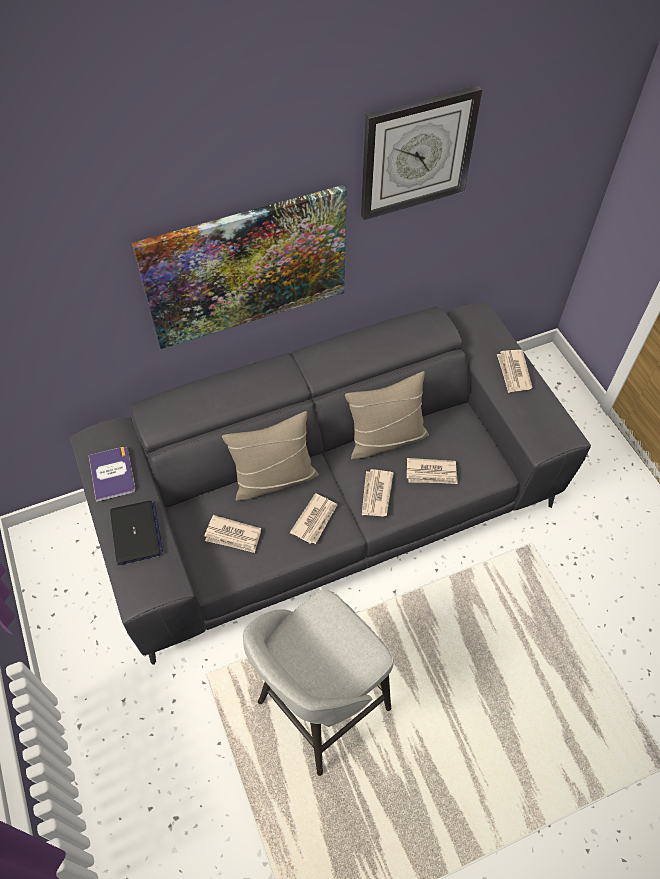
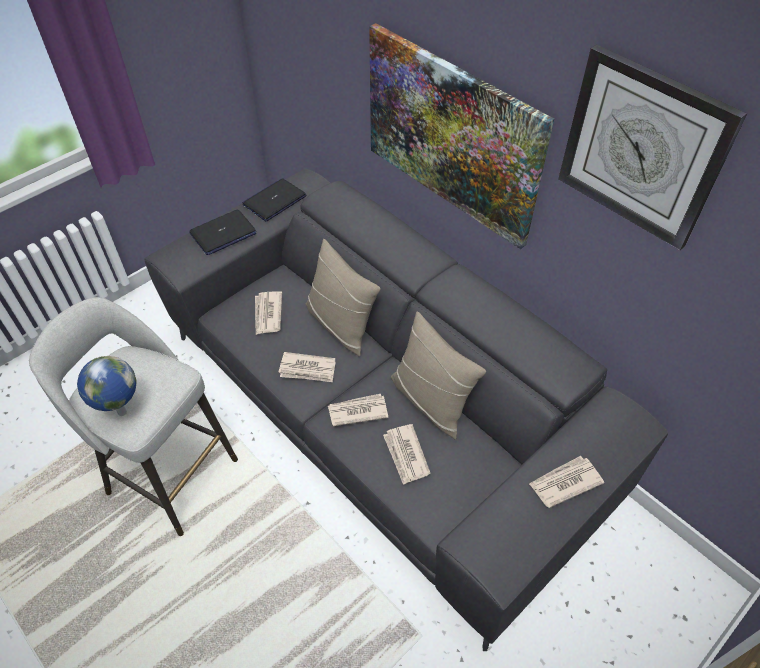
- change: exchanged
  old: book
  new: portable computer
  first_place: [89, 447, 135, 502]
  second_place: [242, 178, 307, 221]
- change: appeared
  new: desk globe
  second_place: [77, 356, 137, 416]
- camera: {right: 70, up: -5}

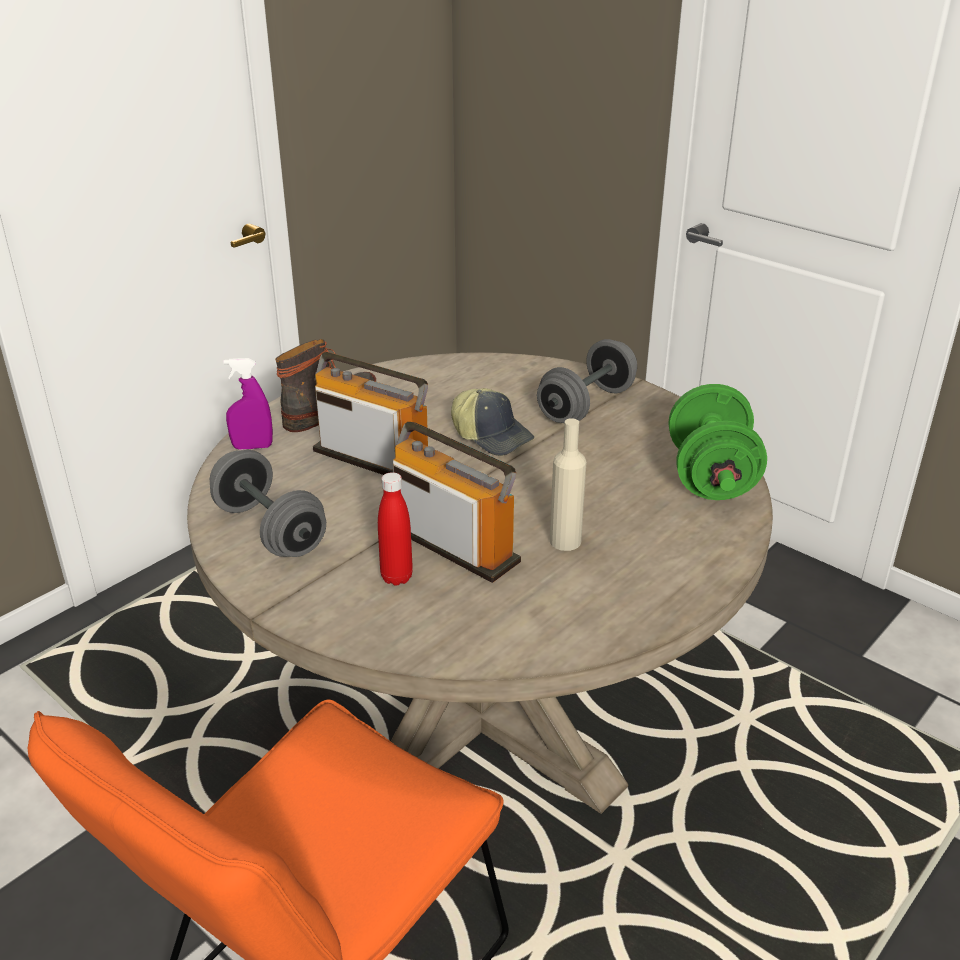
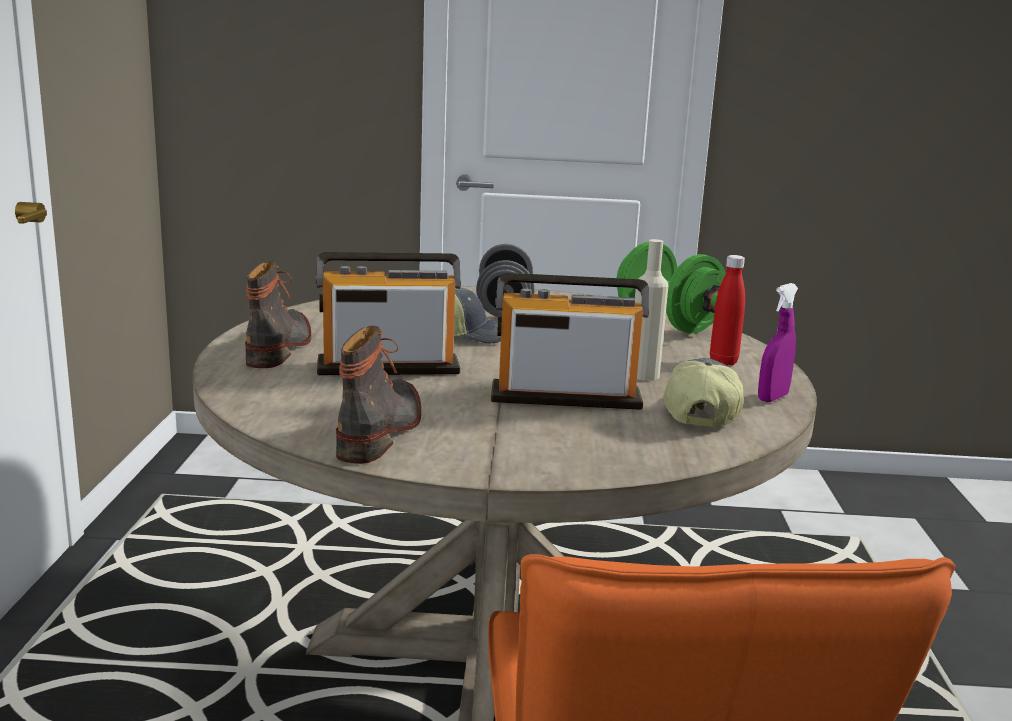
- change: exchanged
  old: hand weight (greyish)
  new: high-top boot
  first_place: [210, 450, 326, 557]
  second_place: [336, 326, 421, 464]
- change: relocated
  old: spray bottle (purple)
  first_place: [224, 358, 273, 450]
  second_place: [758, 283, 798, 402]
- change: relocated
  old: bottle (red)
  first_place: [378, 472, 413, 585]
  second_place: [710, 255, 745, 365]
- change: appeared
  new: baseball cap
  second_place: [663, 358, 743, 427]
- camera: {right: -40, up: -15}

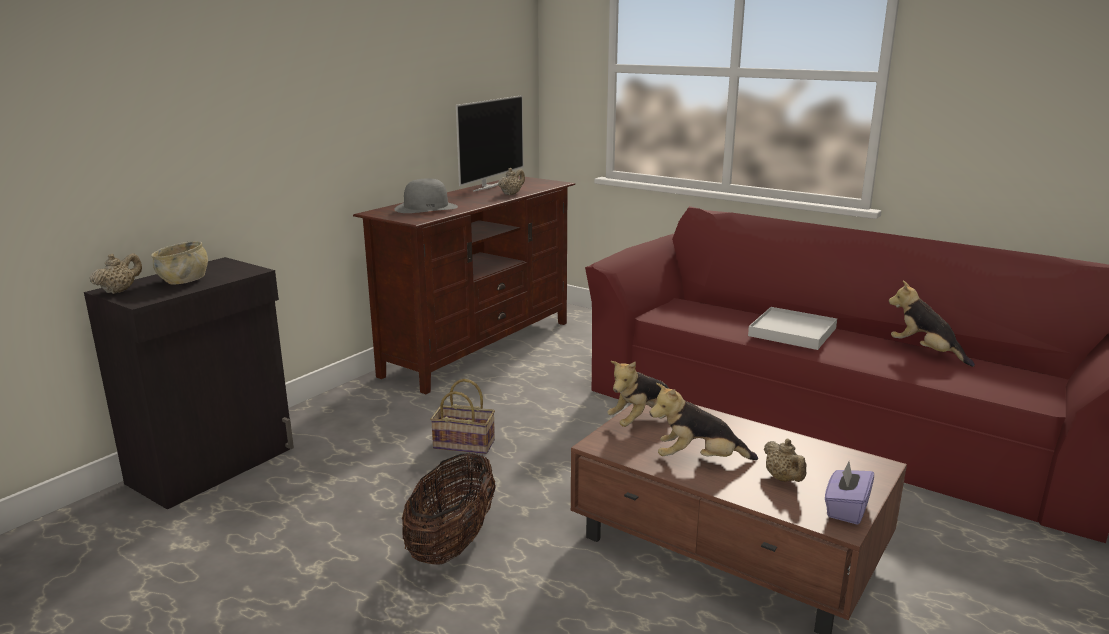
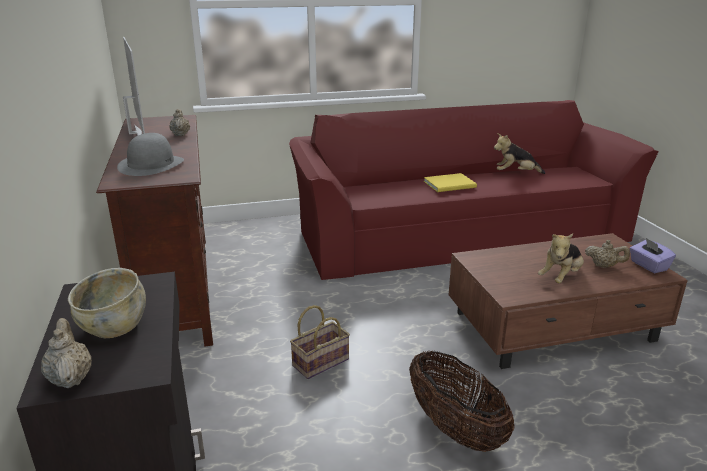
- change: missing
  old: soft toy
  first_place: [607, 361, 669, 427]
- change: exchanged
  old: carrying tray (whitish)
  new: book (yellow)
  first_place: [748, 307, 837, 350]
  second_place: [424, 173, 477, 192]
- camera: {right: -50, up: 5}

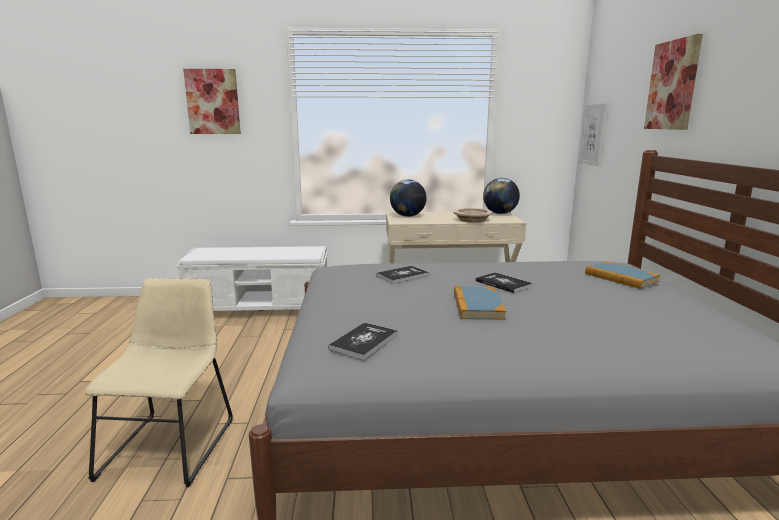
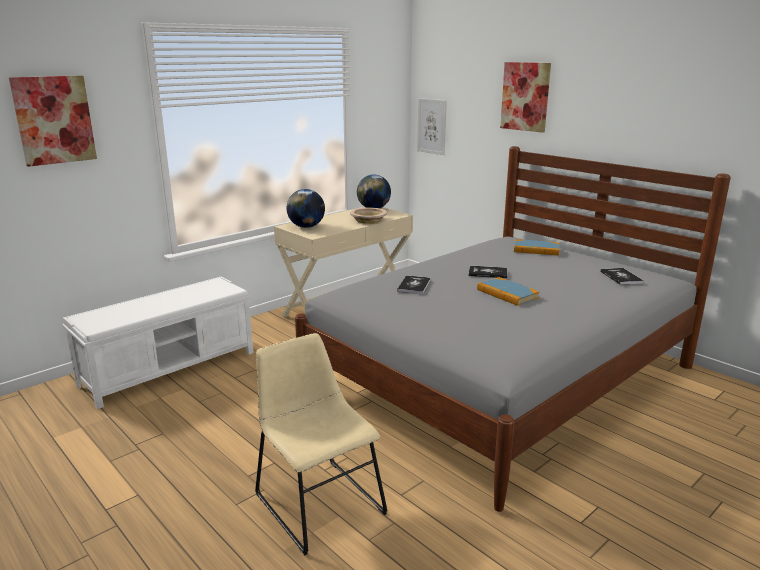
- change: relocated
  old: book
  first_place: [328, 322, 398, 360]
  second_place: [600, 268, 644, 285]
- camera: {right: -40, up: 5}

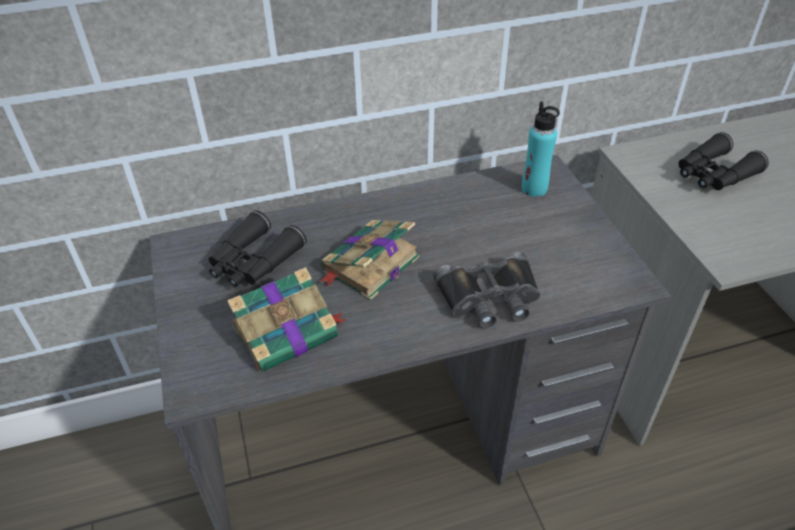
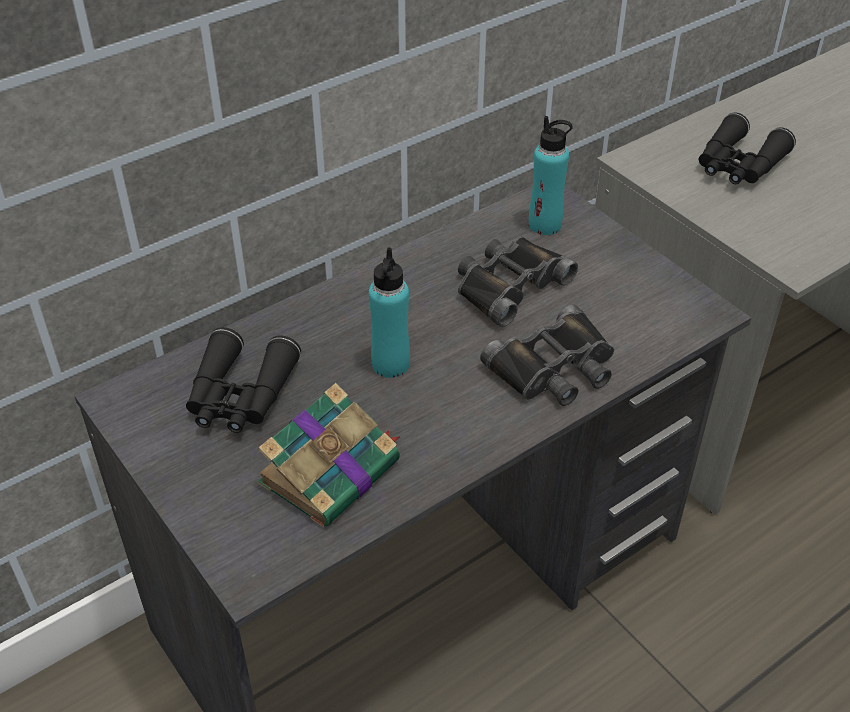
- change: exchanged
  old: book
  new: bottle (turquoise-coloured)
  first_place: [320, 220, 419, 300]
  second_place: [369, 247, 410, 378]
- change: appeared
  new: binoculars (black-coloured)
  second_place: [458, 236, 578, 327]
- camera: {right: -20, up: 0}

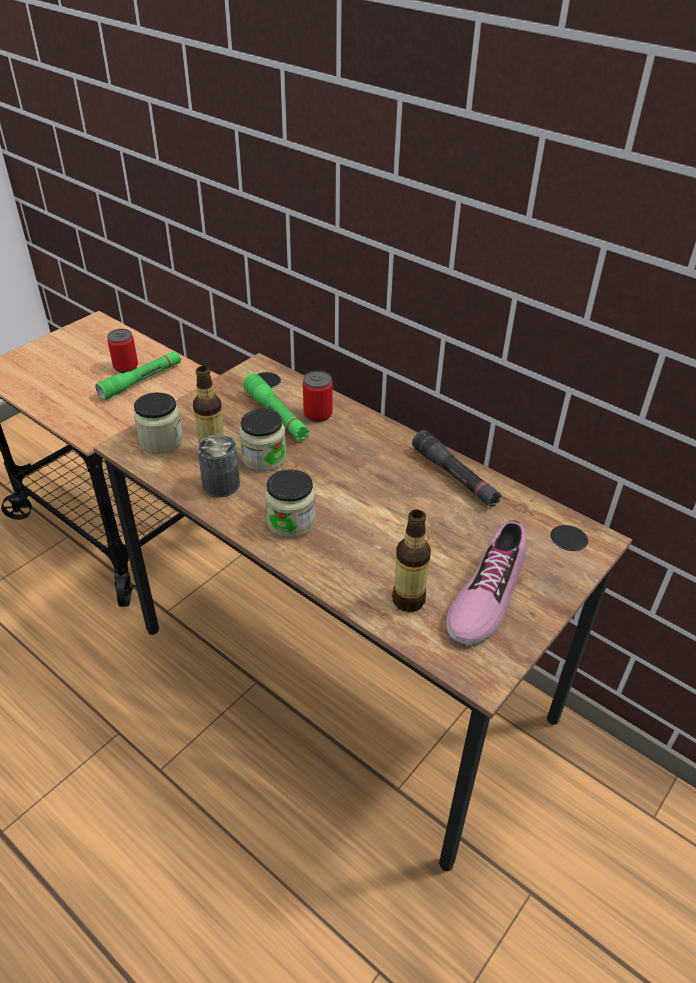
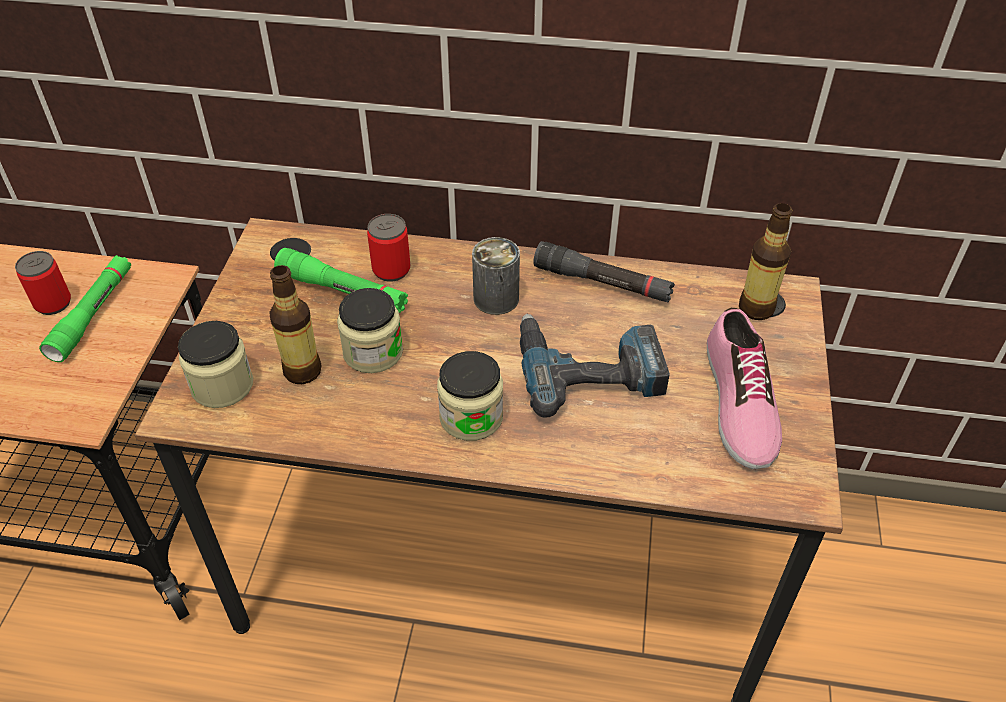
- change: relocated
  old: sealed can
  first_place: [197, 434, 240, 497]
  second_place: [472, 237, 520, 315]
- change: relocated
  old: bottle
  first_place: [392, 510, 431, 612]
  second_place: [739, 203, 793, 320]
- change: appeared
  new: electric drill
  second_place: [520, 314, 670, 418]
- camera: {right: -30, up: 5}

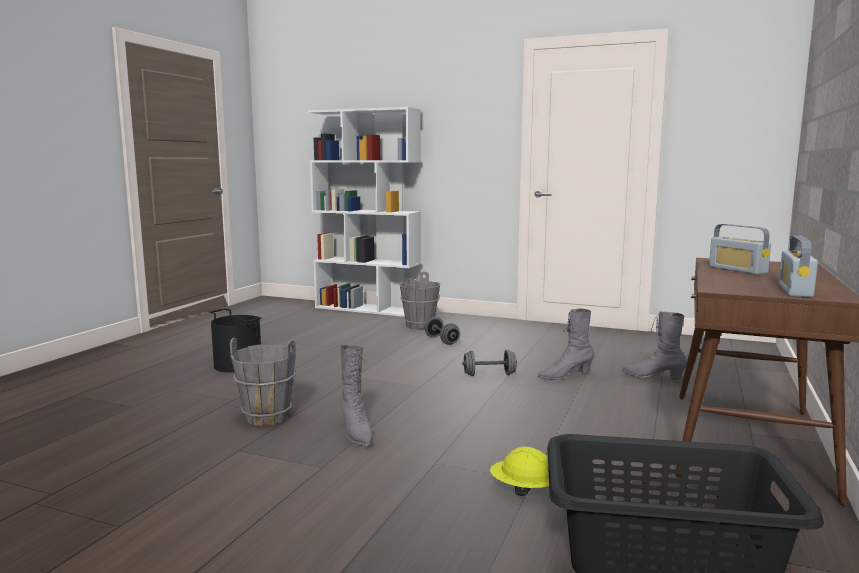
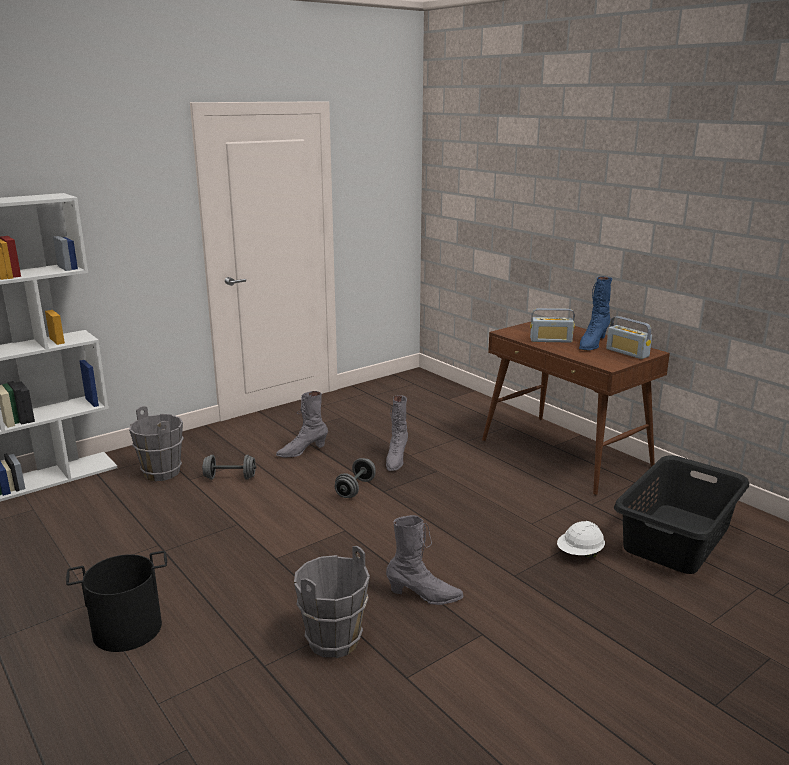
- change: colour
  old: hard hat (yellow)
  new: hard hat (whitish)
  first_place: [490, 447, 549, 496]
  second_place: [557, 521, 605, 558]
- change: relocated
  old: high-top boot (greyish)
  first_place: [622, 311, 687, 380]
  second_place: [276, 391, 328, 458]
- change: appeared
  new: high-top boot (bluish)
  second_place: [579, 276, 612, 350]
- camera: {right: -60, up: 10}

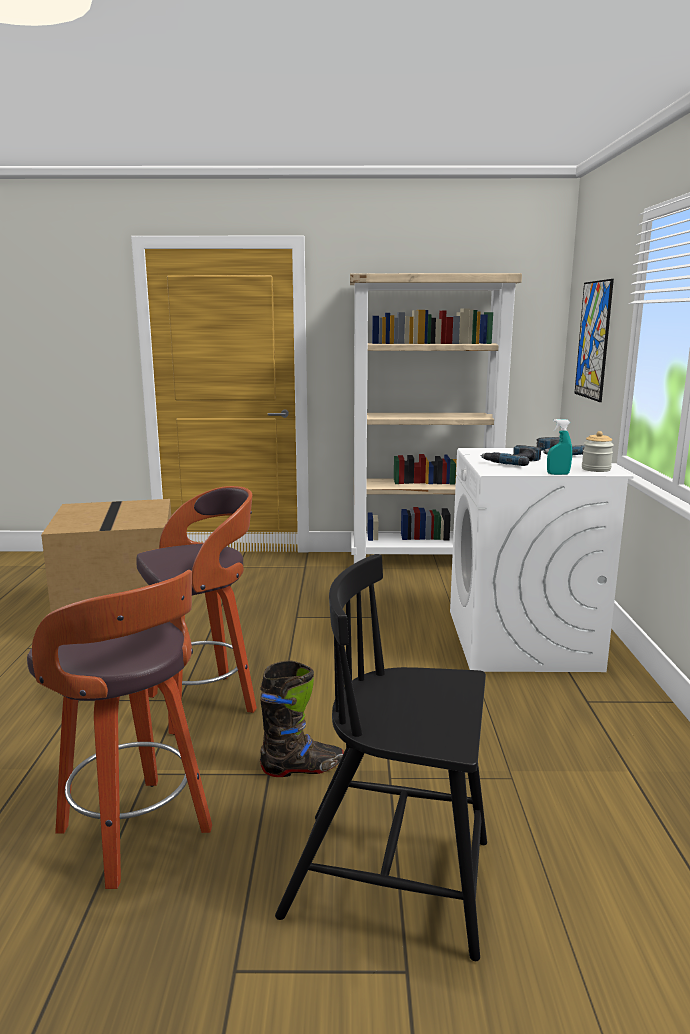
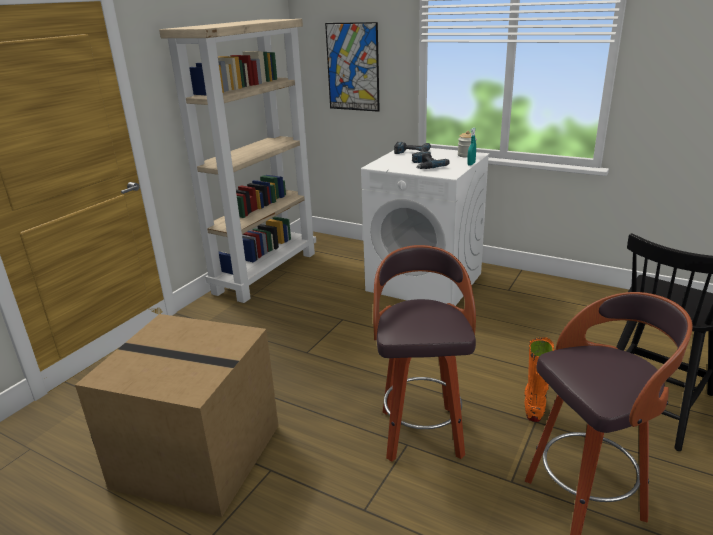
- change: colour
  old: high-top boot (black-coloured)
  new: high-top boot (orange)
  first_place: [260, 660, 344, 777]
  second_place: [525, 337, 555, 422]
- camera: {right: -60, up: 10}

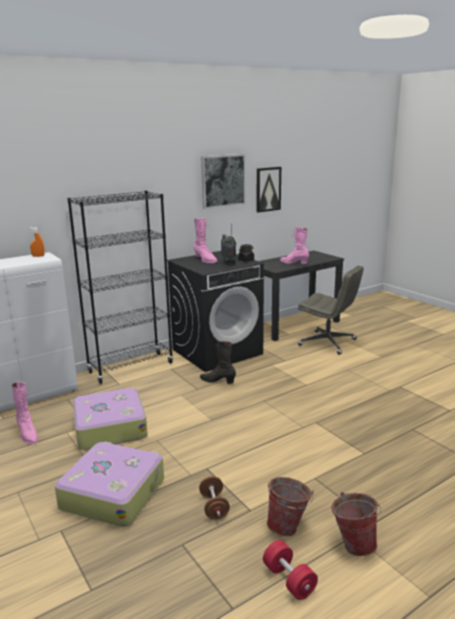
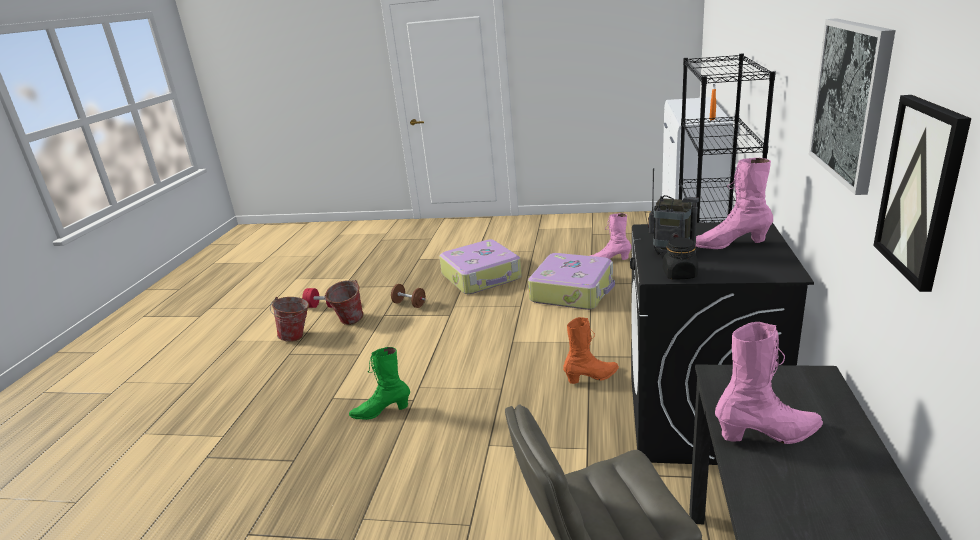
- change: colour
  old: high-top boot (black-coloured)
  new: high-top boot (orange)
  first_place: [200, 341, 236, 384]
  second_place: [563, 317, 619, 384]
- change: appeared
  new: high-top boot (greenish)
  second_place: [349, 347, 410, 420]
- camera: {right: 135, up: 5}

